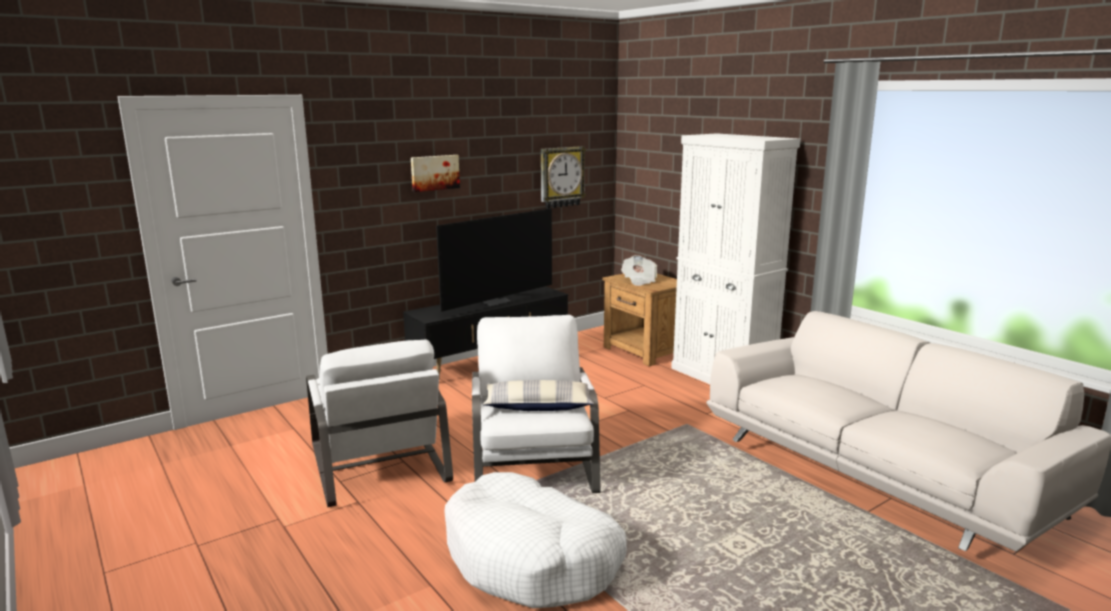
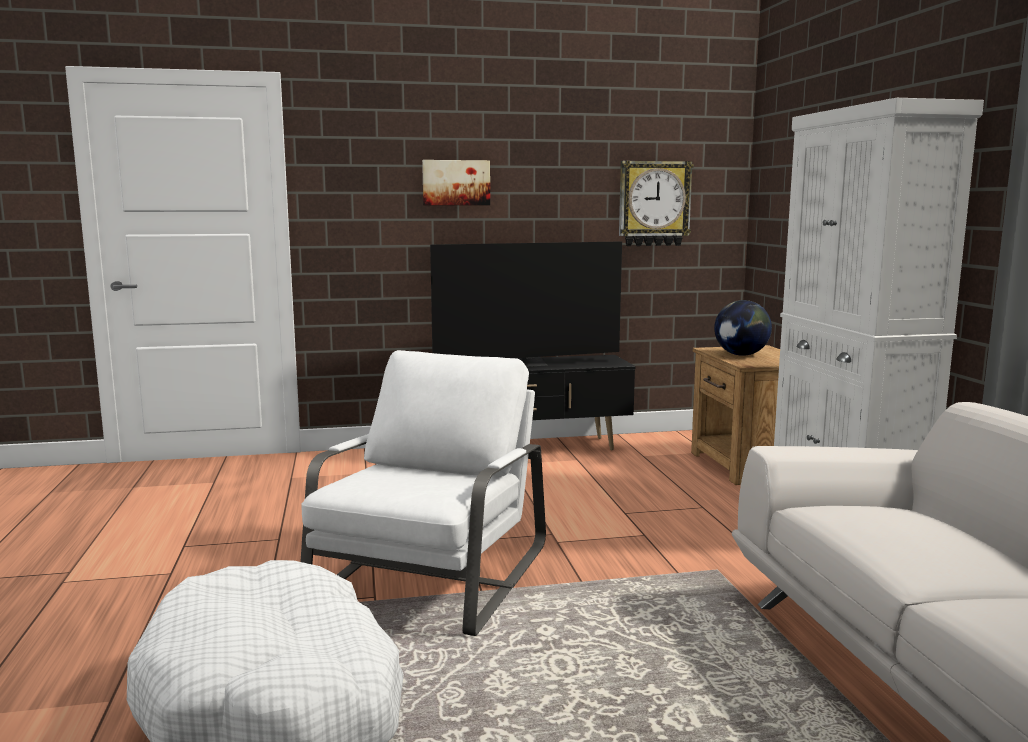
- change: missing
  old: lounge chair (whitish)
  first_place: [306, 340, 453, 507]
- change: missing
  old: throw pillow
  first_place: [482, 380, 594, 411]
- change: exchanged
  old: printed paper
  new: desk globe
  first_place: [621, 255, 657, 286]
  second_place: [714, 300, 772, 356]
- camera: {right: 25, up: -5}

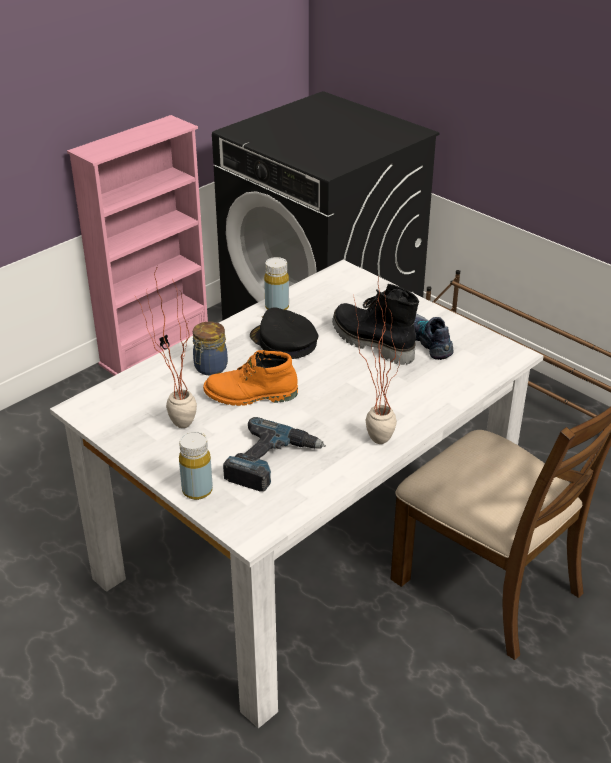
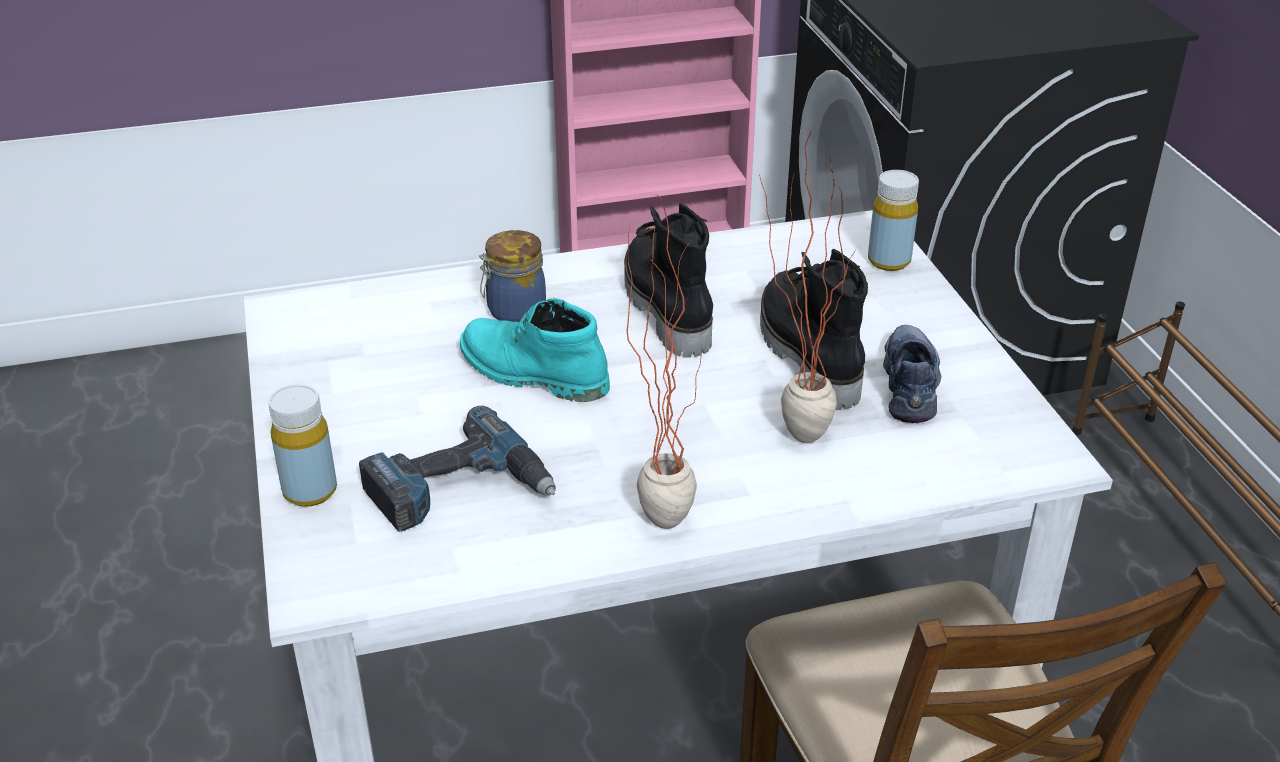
- change: relocated
  old: houseplant
  first_place: [136, 266, 197, 428]
  second_place: [759, 131, 856, 443]
- change: colour
  old: high-top boot (orange)
  new: high-top boot (turquoise-coloured)
  first_place: [203, 350, 298, 406]
  second_place: [460, 298, 610, 402]
- change: exchanged
  old: baseball cap (black-coloured)
  new: high-top boot (black-coloured)
  first_place: [250, 307, 318, 359]
  second_place: [624, 203, 713, 358]
- change: relocated
  old: bottle (yellow)
  first_place: [264, 257, 289, 310]
  second_place: [868, 170, 919, 271]
- camera: {right: 30, up: 0}

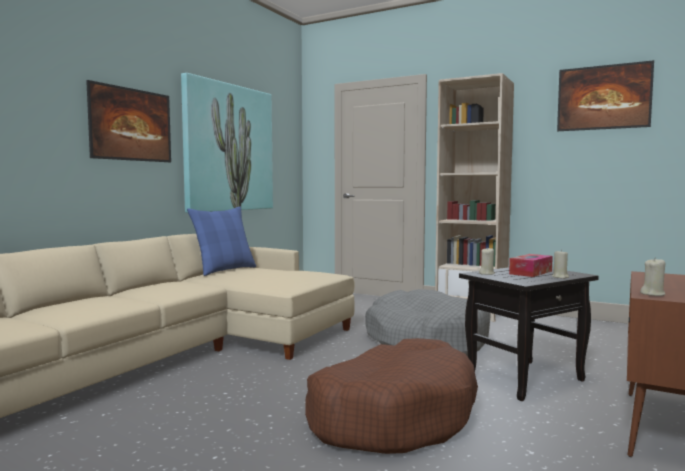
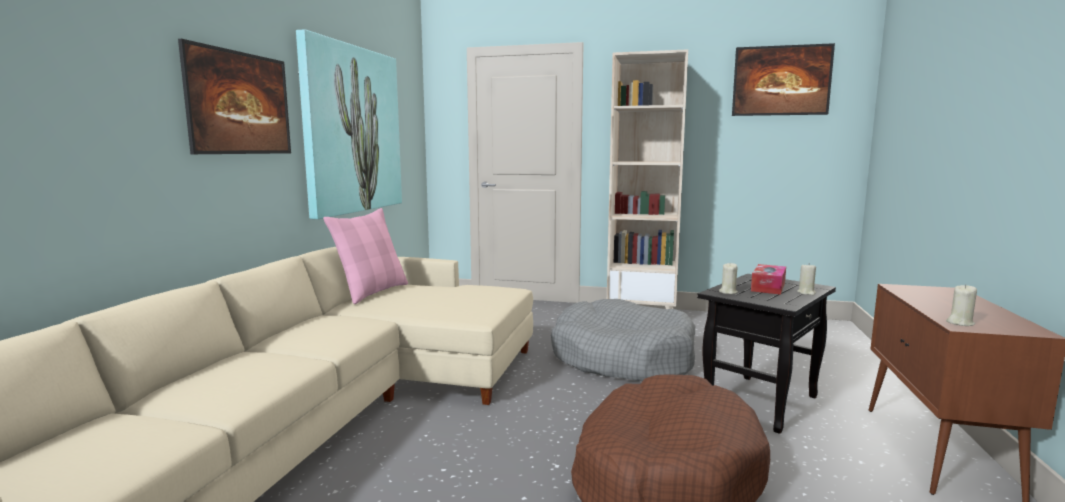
- change: colour
  old: throw pillow (bluish)
  new: throw pillow (pink-coloured)
  first_place: [187, 207, 256, 276]
  second_place: [323, 208, 408, 304]
- camera: {right: -15, up: 5}

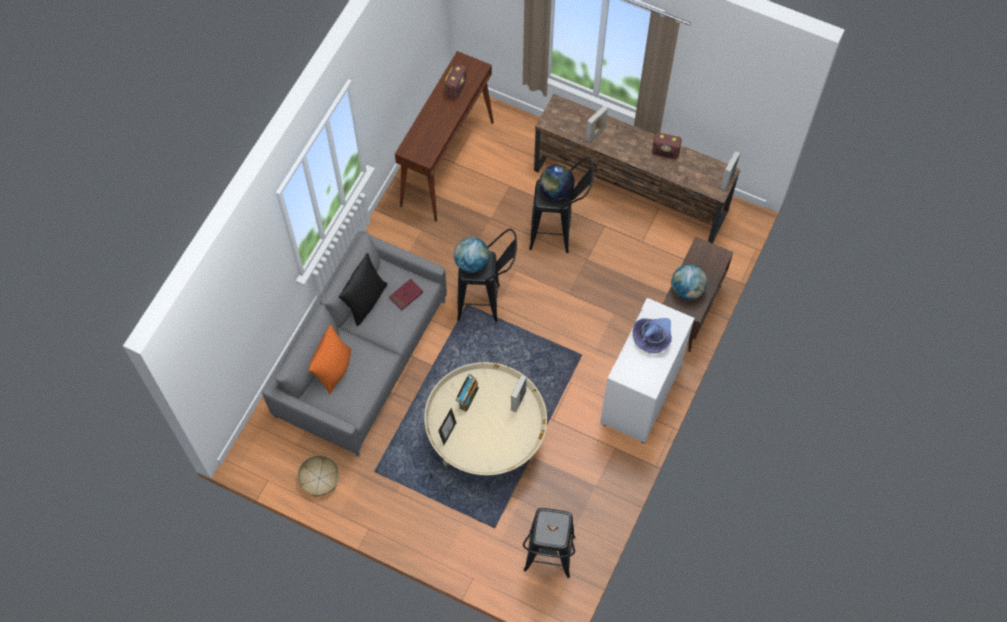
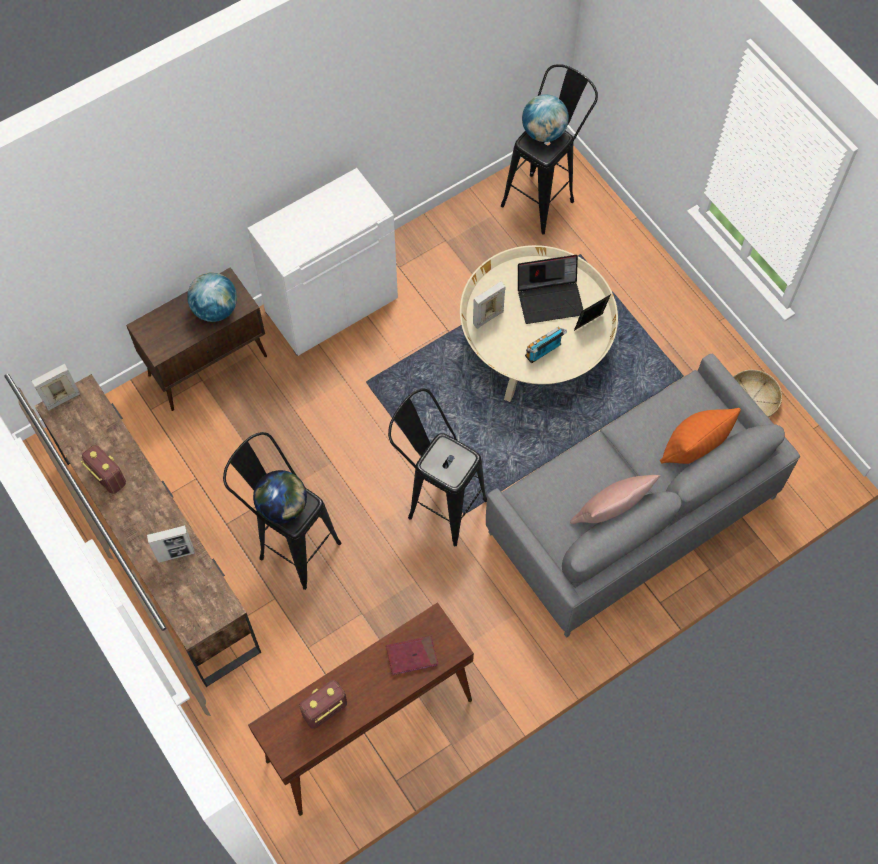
- change: colour
  old: throw pillow (black-coloured)
  new: throw pillow (pink-coloured)
  first_place: [339, 253, 388, 326]
  second_place: [570, 475, 660, 524]
- change: relocated
  old: book (red)
  first_place: [389, 279, 424, 310]
  second_place: [386, 636, 438, 675]
- change: relocated
  old: desk globe
  first_place: [454, 237, 489, 273]
  second_place: [522, 94, 569, 142]
- change: missing
  old: hat (purple)
  first_place: [633, 318, 672, 353]
- change: appeared
  new: portable computer
  second_place: [518, 255, 583, 324]
- camera: {right: -150, up: 0}

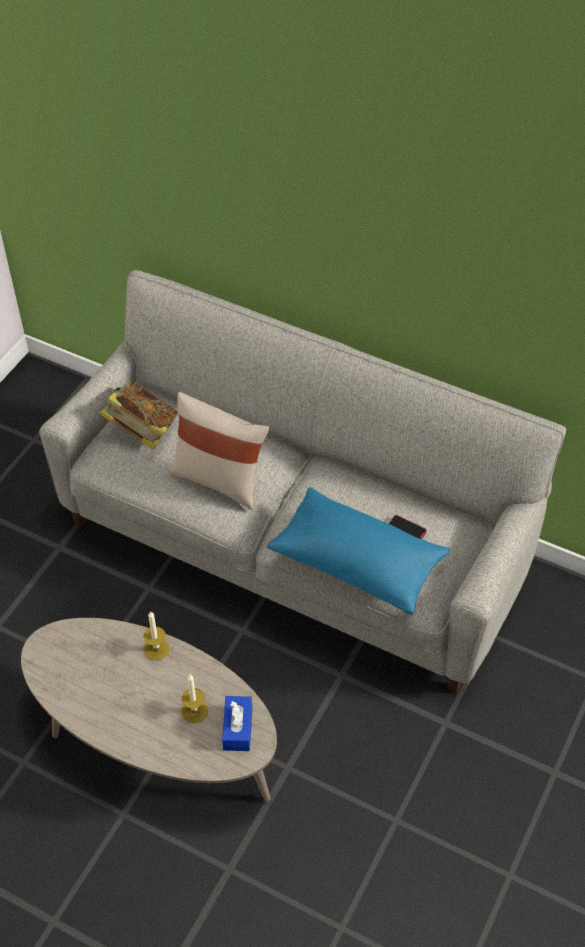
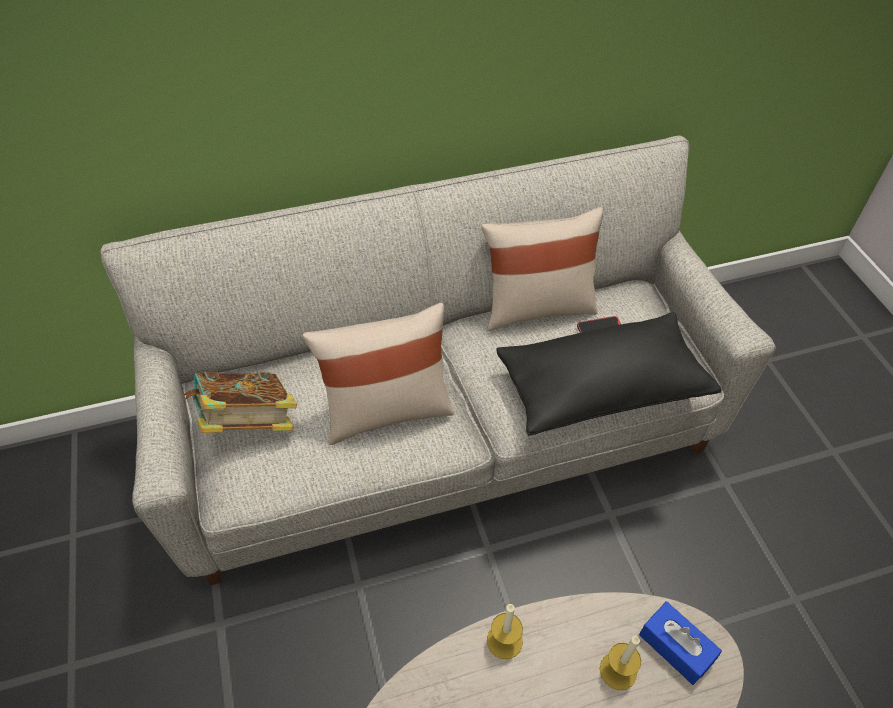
- change: colour
  old: throw pillow (bluish)
  new: throw pillow (black-coloured)
  first_place: [267, 487, 450, 615]
  second_place: [496, 312, 721, 436]
- change: appeared
  new: throw pillow (beige-coloured)
  second_place: [481, 207, 603, 331]
- camera: {right: -45, up: 0}

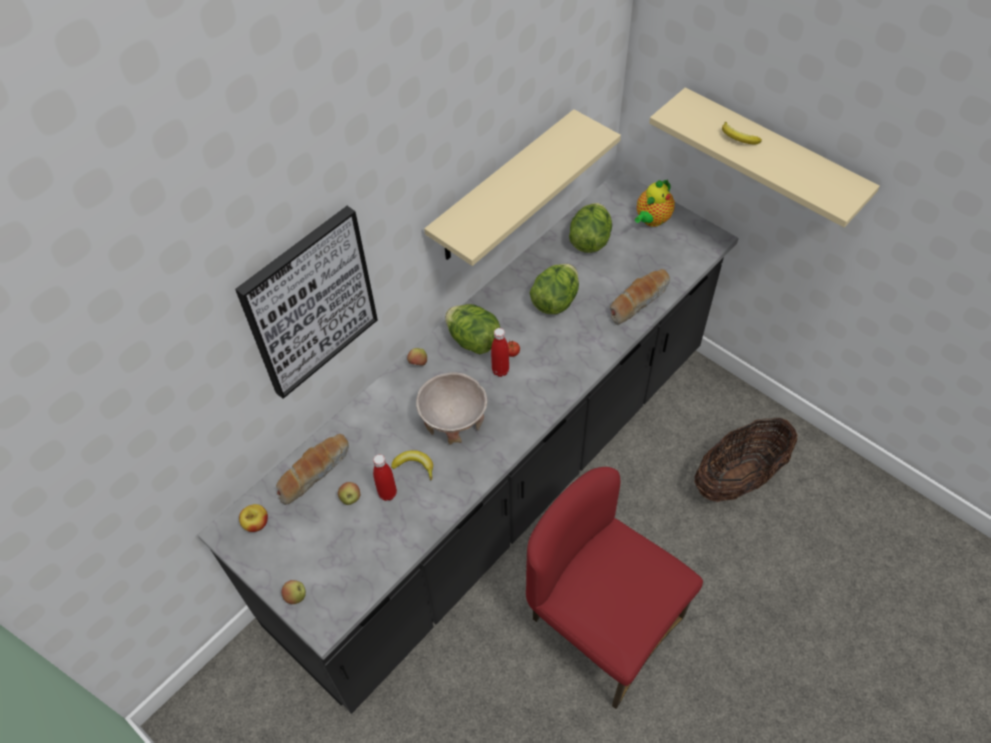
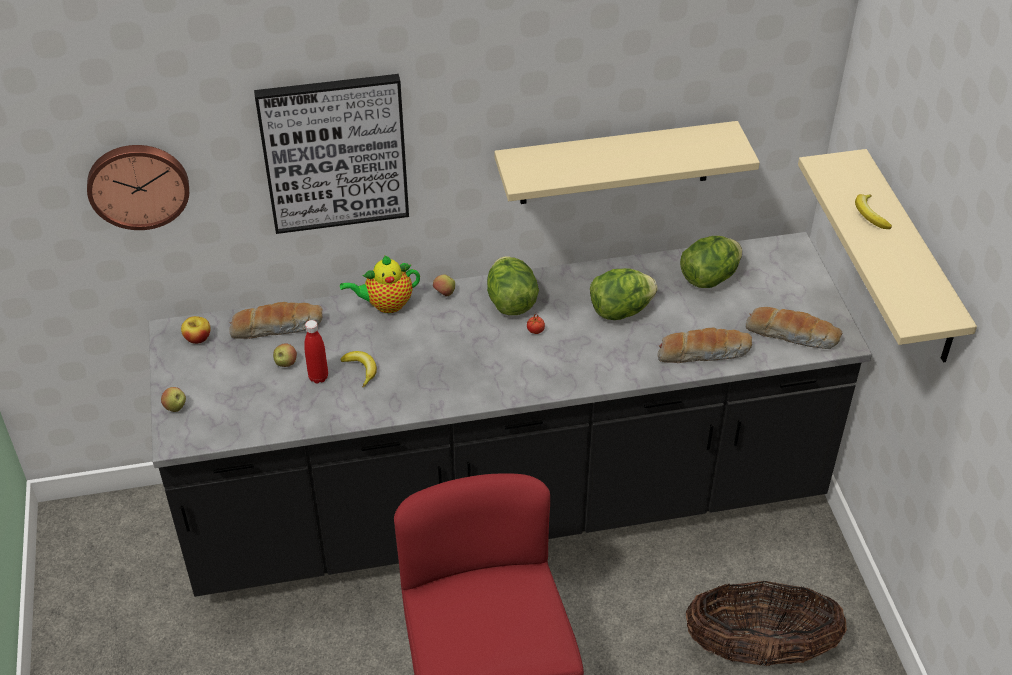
- change: missing
  old: deep dish (beige-coloured)
  first_place: [416, 372, 487, 445]
- change: missing
  old: bottle (red)
  first_place: [491, 328, 509, 377]
- change: relocated
  old: teapot
  first_place: [635, 179, 675, 227]
  second_place: [340, 255, 420, 313]
- change: appeared
  new: hanging clock
  second_place: [87, 145, 189, 230]
- change: appeared
  new: bread
  second_place: [746, 307, 842, 349]
- camera: {right: 35, up: -10}

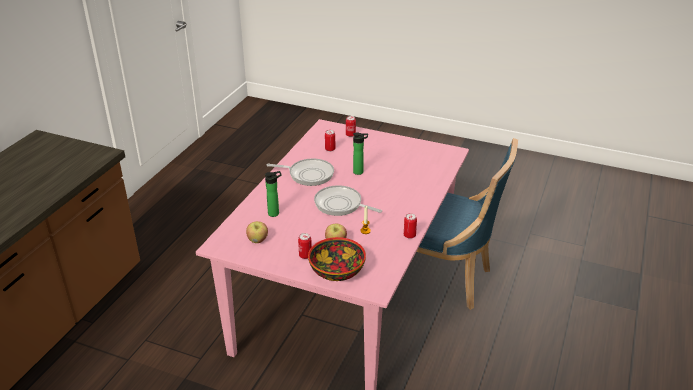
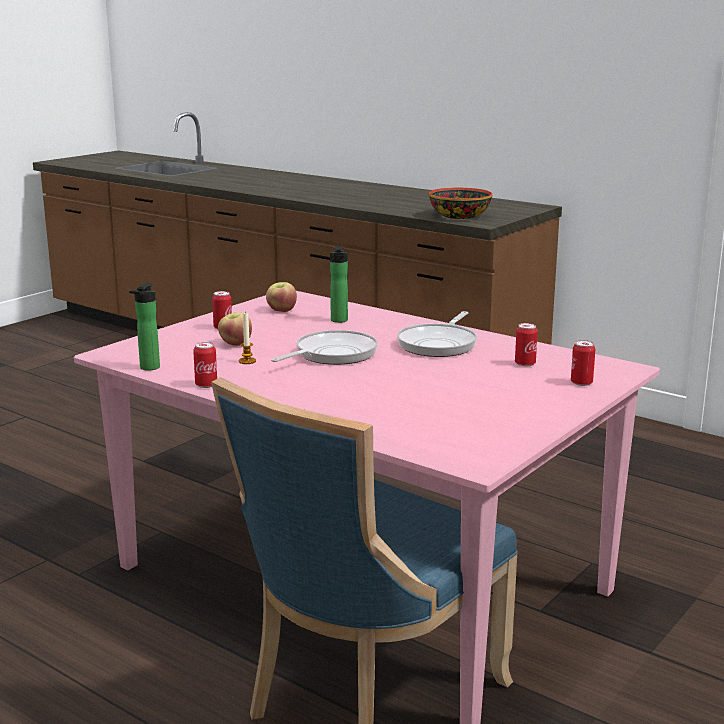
- change: relocated
  old: deep dish
  first_place: [308, 237, 366, 281]
  second_place: [429, 188, 493, 219]
- change: relocated
  old: bottle
  first_place: [353, 132, 368, 175]
  second_place: [129, 283, 160, 371]
- camera: {right: 105, up: -15}

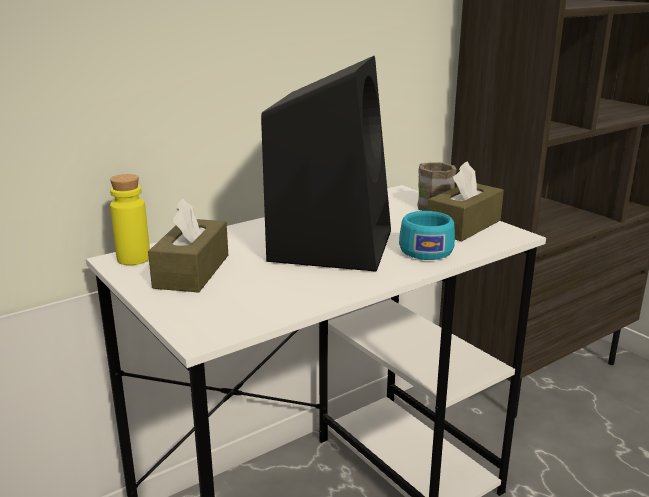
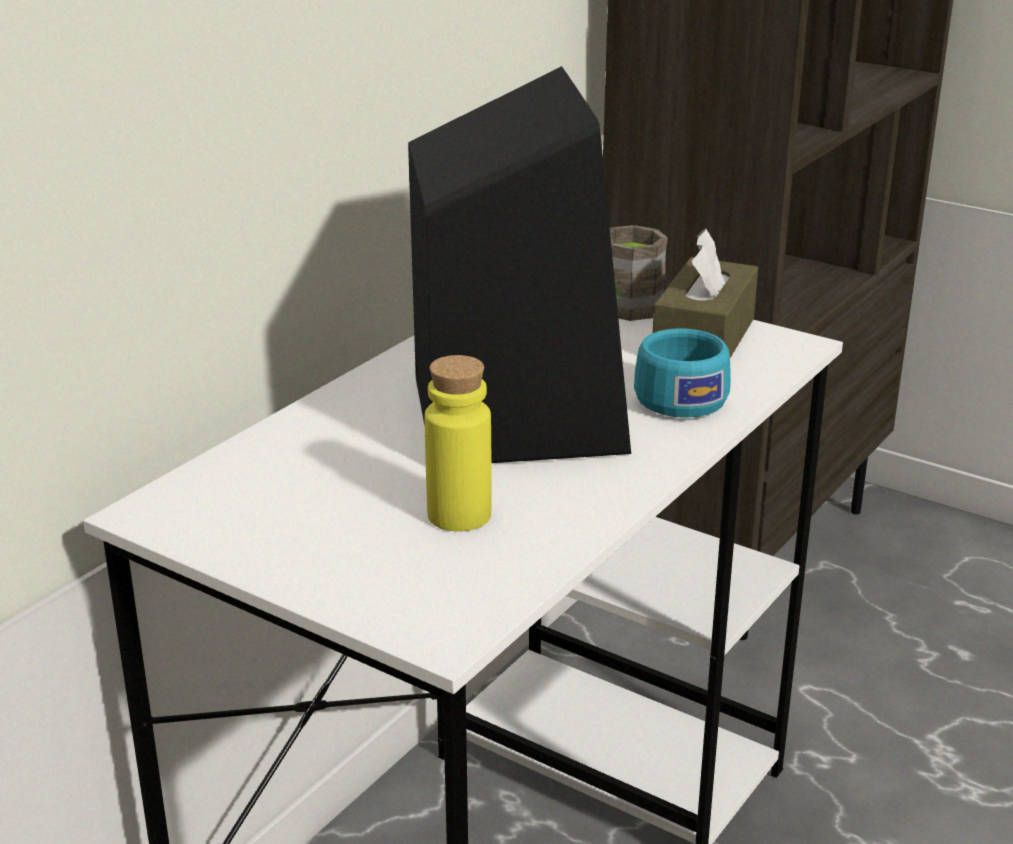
- change: relocated
  old: bottle (yellow)
  first_place: [110, 174, 150, 265]
  second_place: [425, 355, 492, 532]
- change: missing
  old: box of tissues (brownish)
  first_place: [148, 198, 228, 293]
- camera: {right: -20, up: 5}

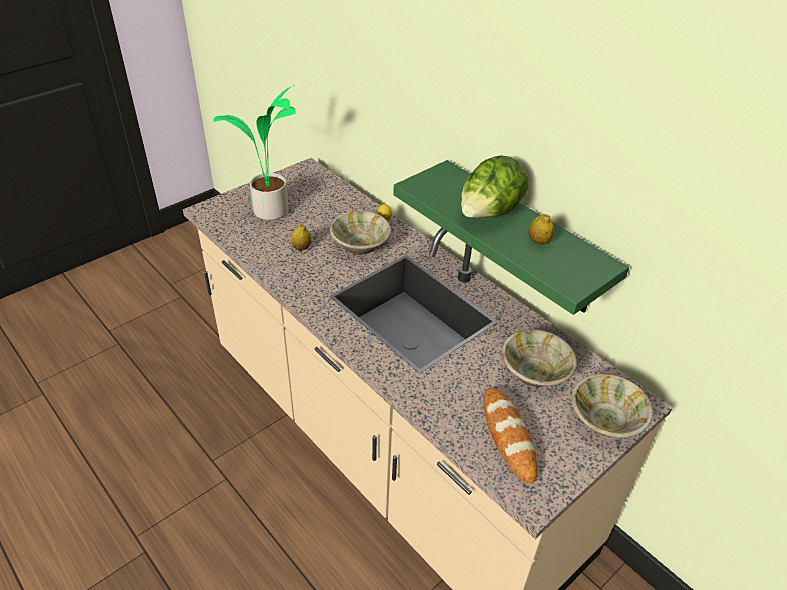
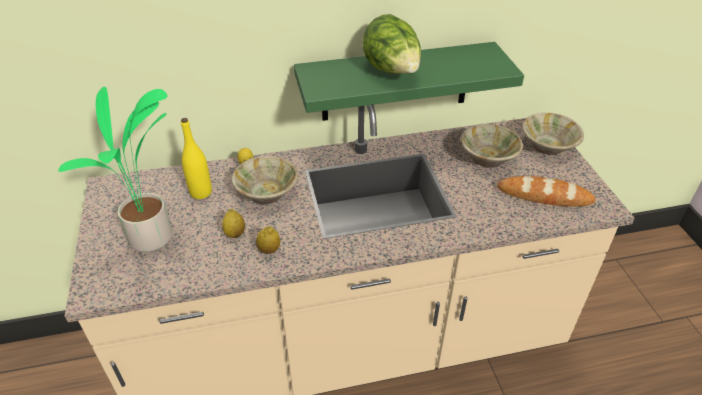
- change: relocated
  old: citrus fruit
  first_place: [528, 214, 554, 245]
  second_place: [256, 226, 280, 254]
- change: appeared
  new: bottle (yellow)
  second_place: [181, 118, 212, 199]
- camera: {right: -60, up: 0}

